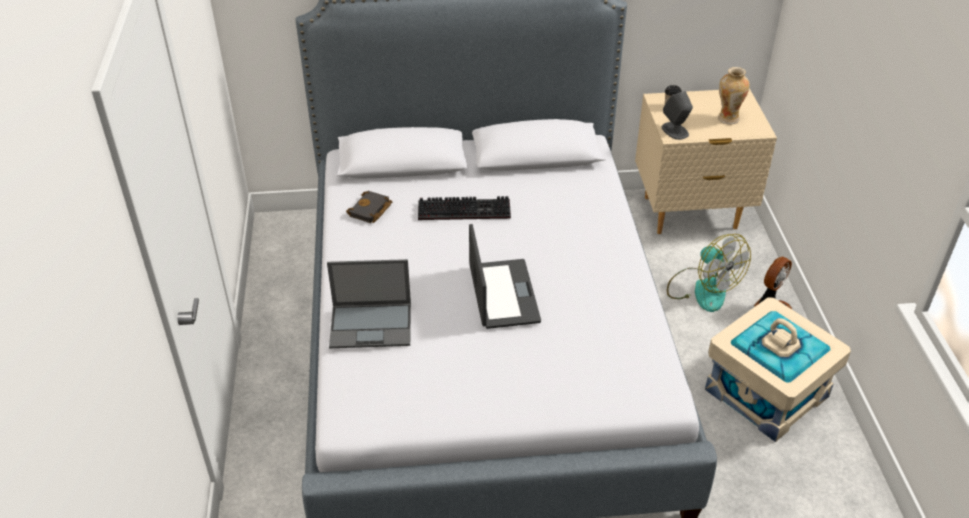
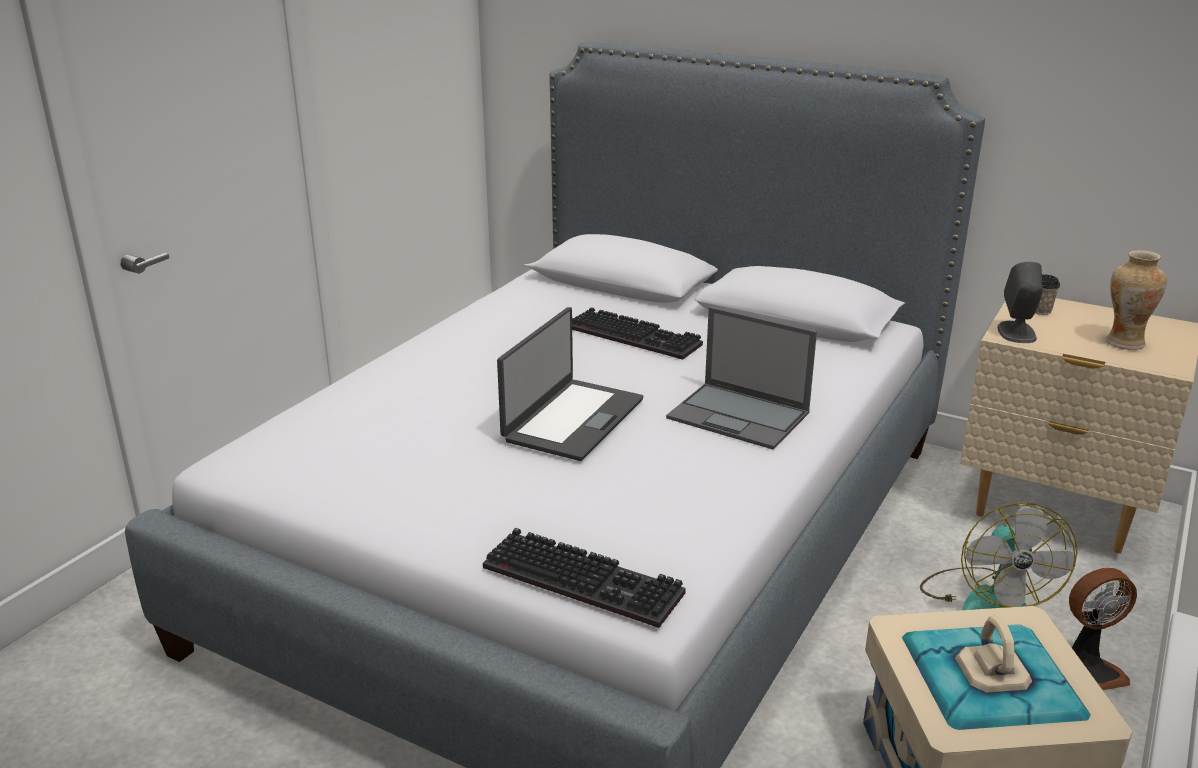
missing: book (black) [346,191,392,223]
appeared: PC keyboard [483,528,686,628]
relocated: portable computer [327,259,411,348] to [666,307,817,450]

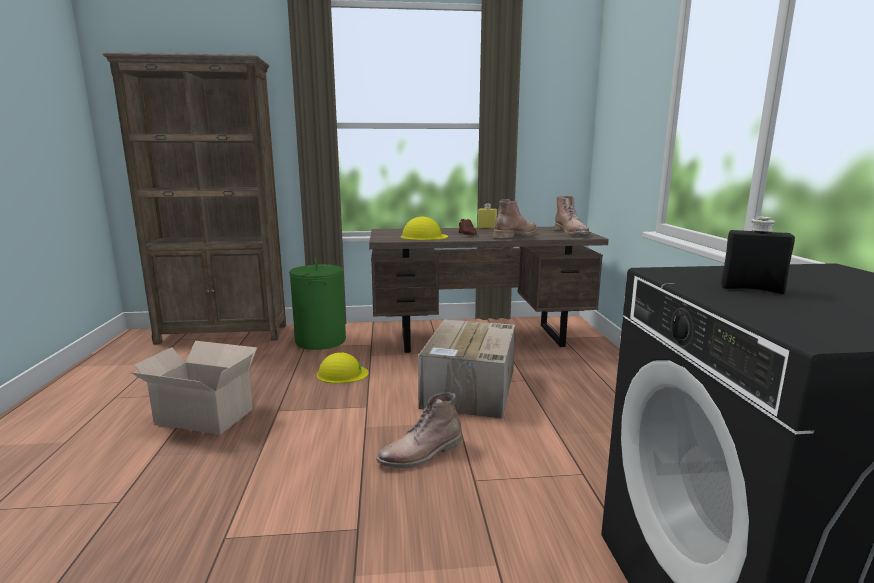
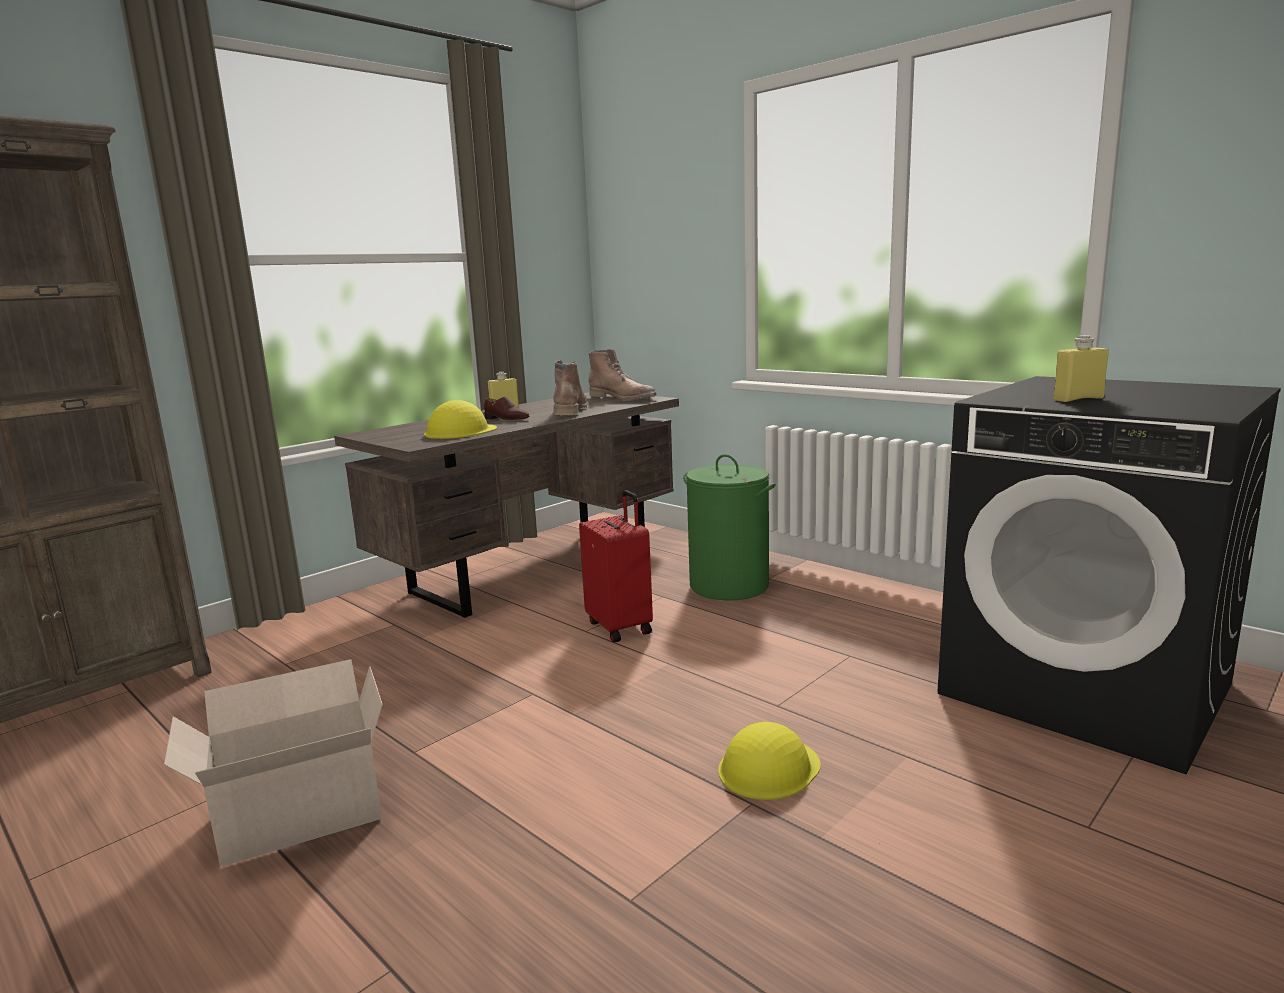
missing: high-top boot (brownish) [376,392,462,468]
relocated: washing basket (greenish) [289,258,346,350] to [683,454,776,600]; safety helmet (yellowish) [317,352,369,383] to [718,722,821,800]
exchanged: packing box [418,319,515,419] to piece of luggage (red-coloured) [579,490,653,642]
colour: bottle (black) [721,217,795,294] to bottle (yellowish) [1053,335,1109,402]

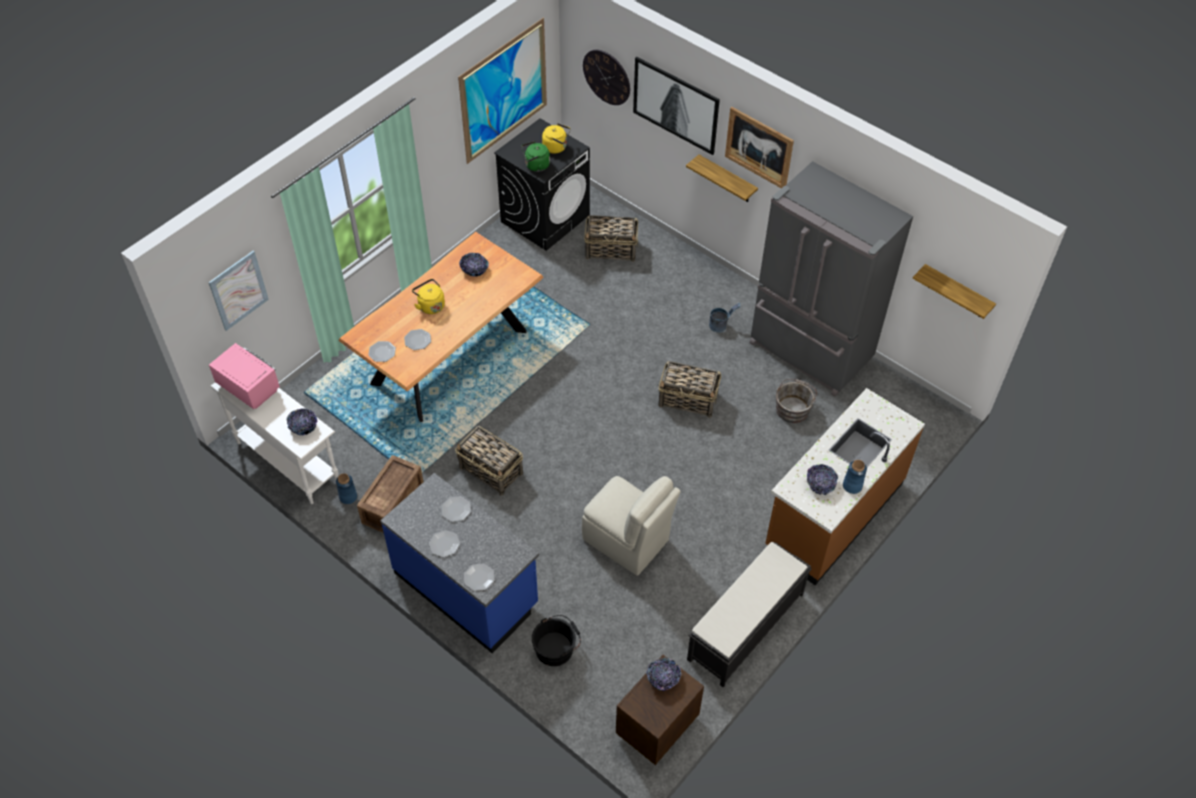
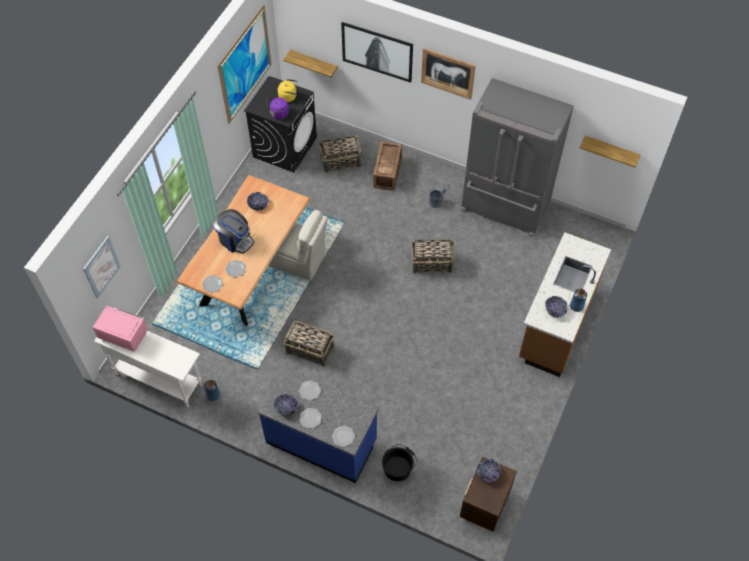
missing: clock on the wall [583,50,630,105]; bench (black) [687,542,812,688]; bucket (grey) [776,379,817,423]
relocated: serving bowl [287,408,317,435] to [273,394,298,416]; crate [357,455,423,533] to [373,141,402,191]; plain chair (sand-coloured) [582,476,681,576] to [269,210,328,281]; bracket shelf [686,155,758,202] to [283,50,338,77]
exchanged: water kettle (yellowish) [412,279,445,314] to coffee maker [214,209,254,253]
colour: water kettle (greenish) [521,141,550,172] to water kettle (purplish) [266,97,289,119]

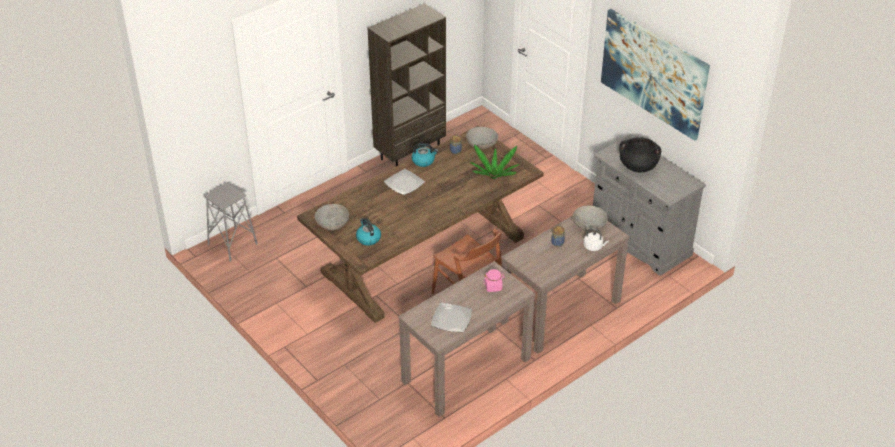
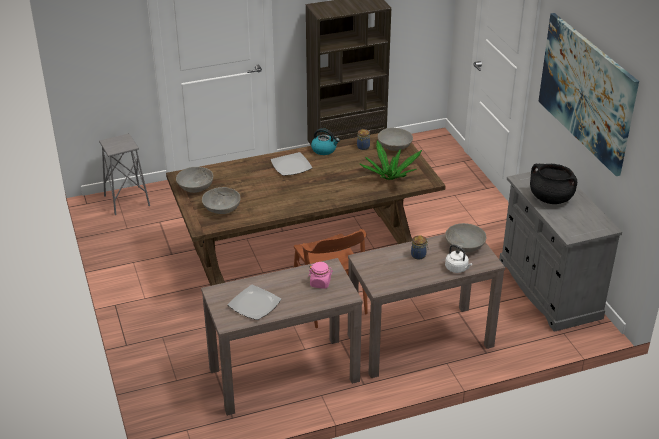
exchanged: water kettle [356,218,381,245] to serving bowl (grey) [202,187,241,214]

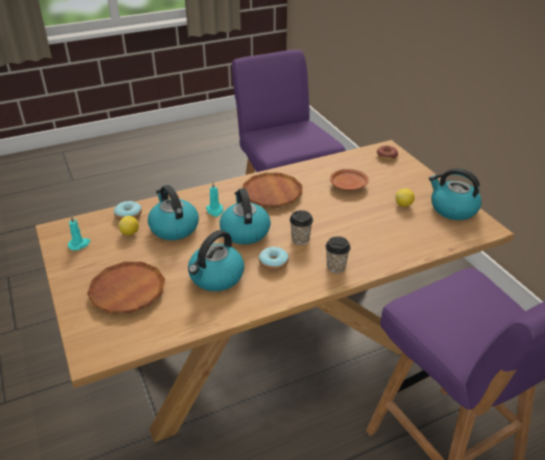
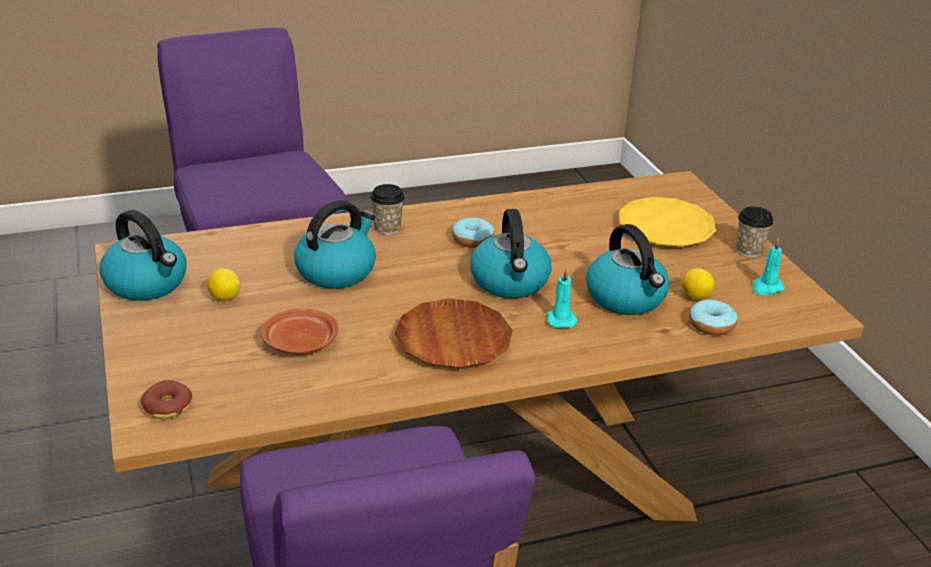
relocated: water kettle [188,230,244,291] to [294,200,376,289]; drinking cup [290,210,313,245] to [736,206,773,257]
colour: dinner plate (brownish) [87,262,165,313] to dinner plate (yellowish) [619,197,716,247]

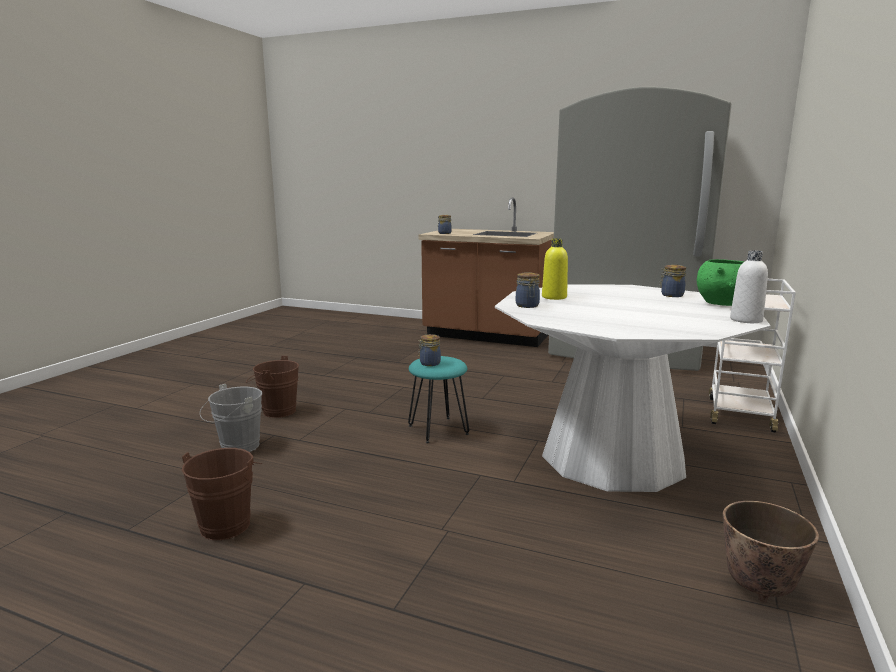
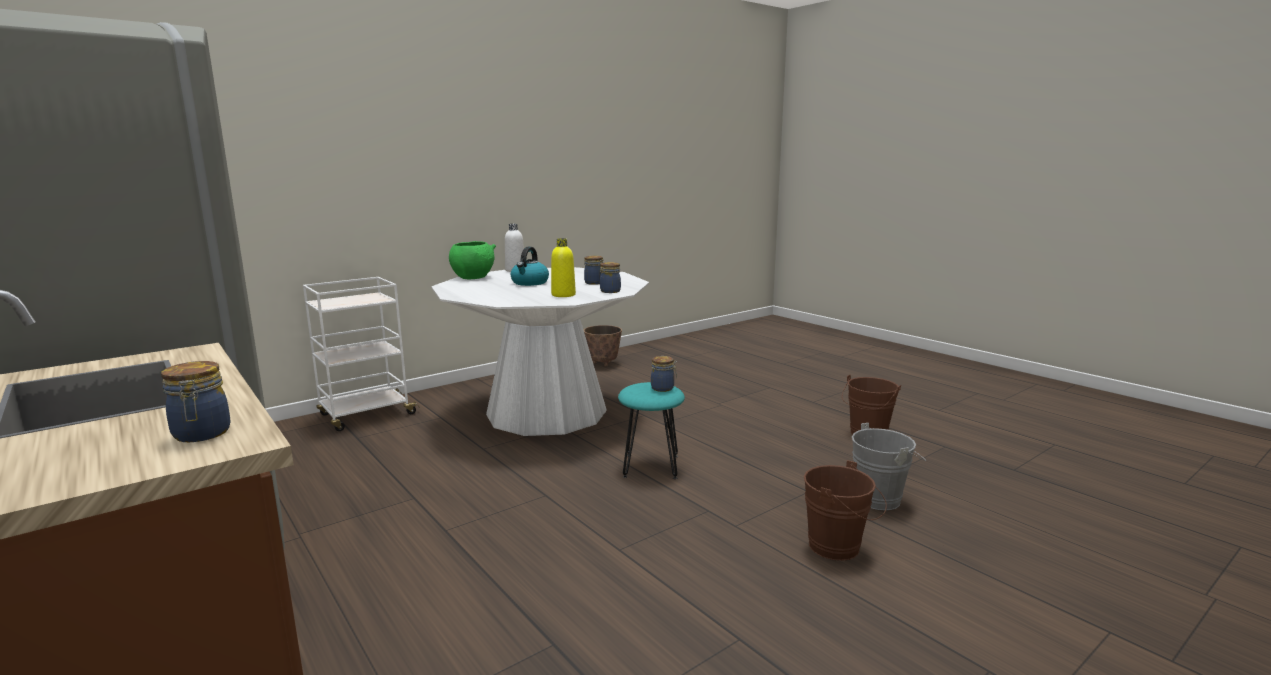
appeared: water kettle [511,247,549,286]
relocated: jar [660,265,686,297] to [584,255,603,285]

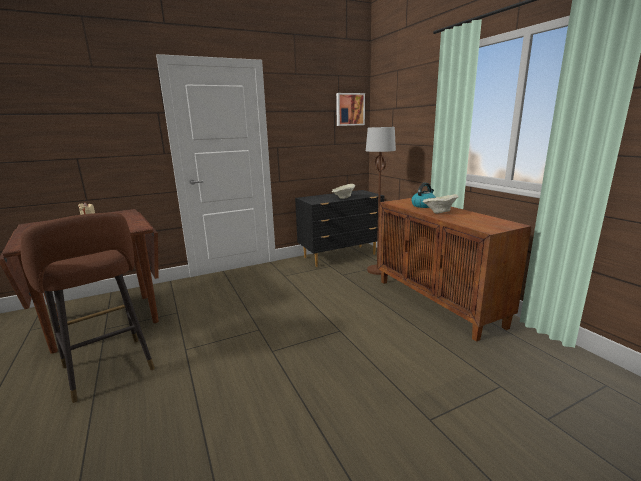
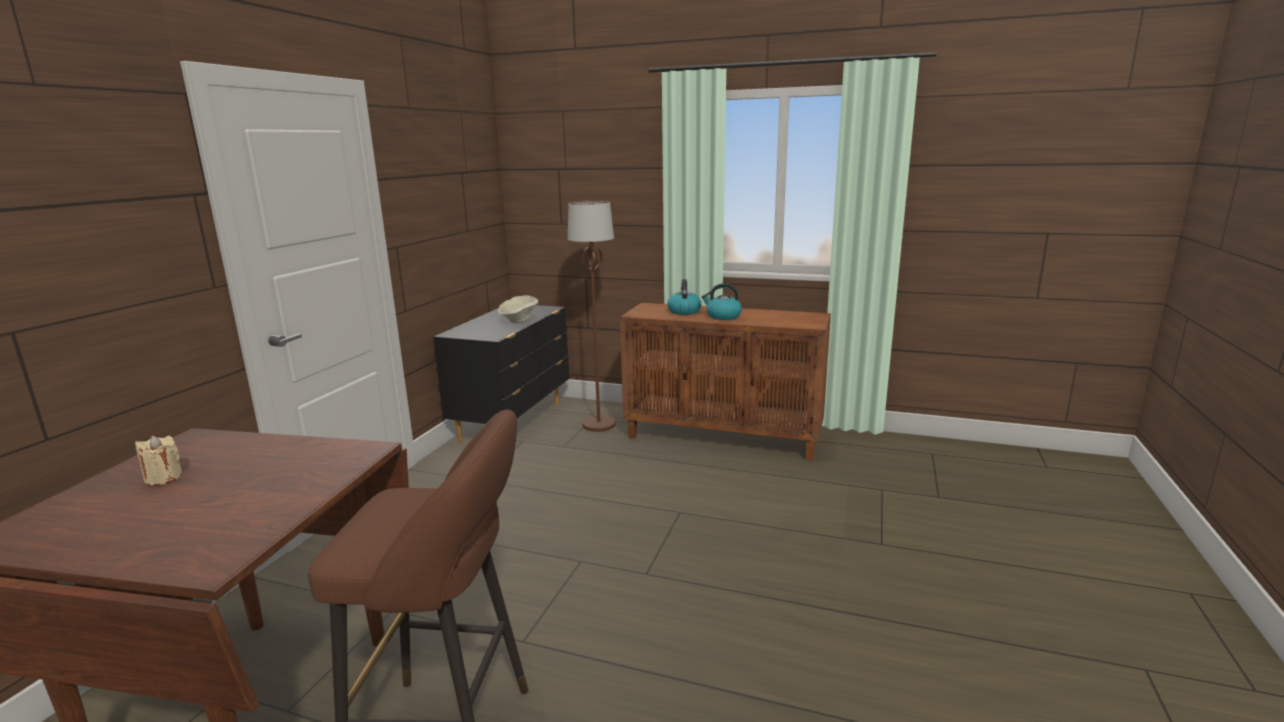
missing: wall art [336,93,365,126]
exchanged: serving bowl (sand-coloured) [423,194,459,213] to water kettle [701,283,742,320]

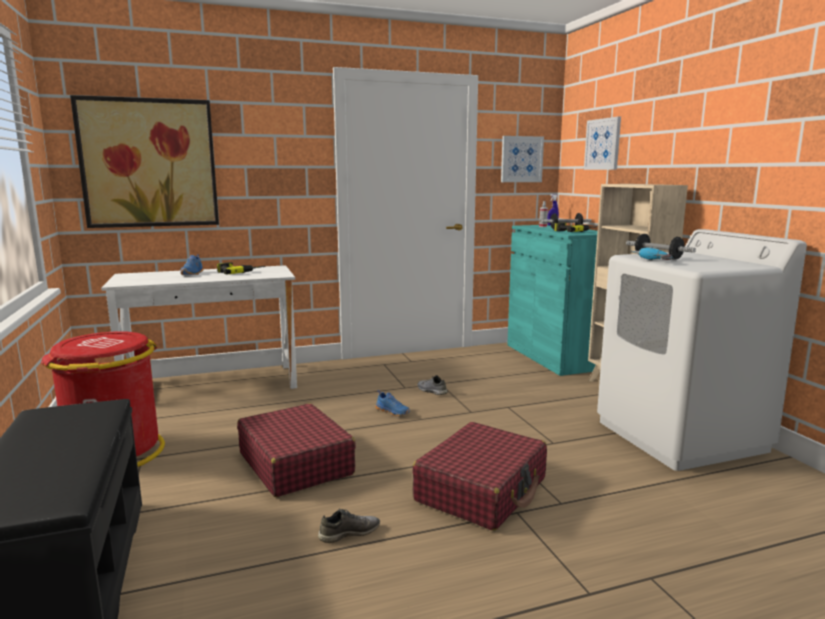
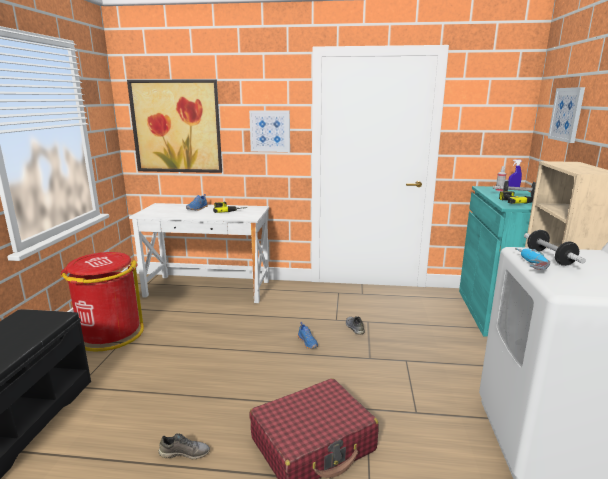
missing: piece of luggage (red-coloured) [237,403,356,497]
relocated: wall art [501,136,544,182] to [249,110,290,152]

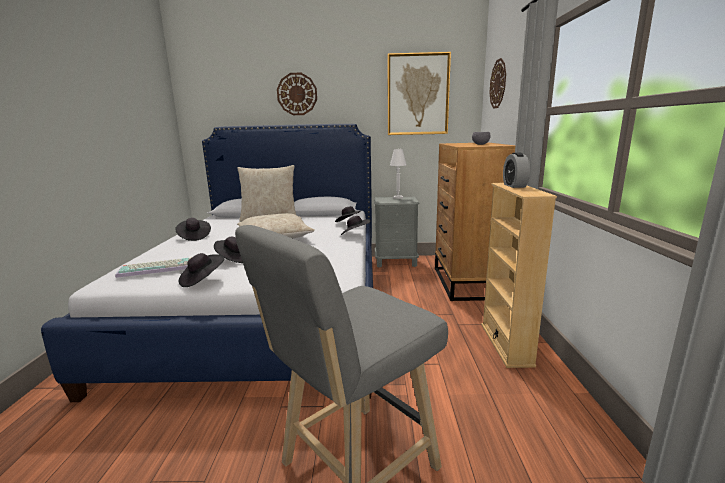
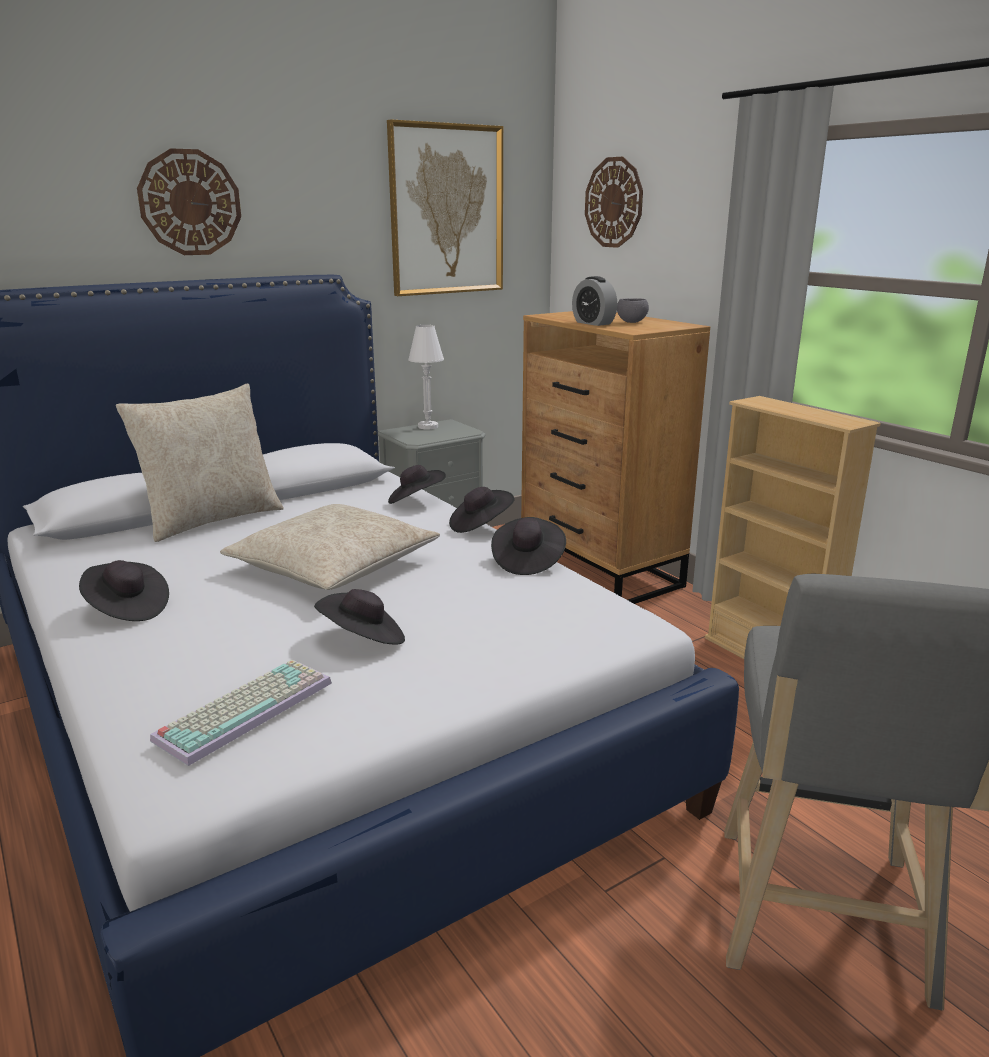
relocated: wearable hat (black) [179,253,224,287] to [491,517,566,575]; bedside clock [503,152,530,188] to [572,276,617,326]

